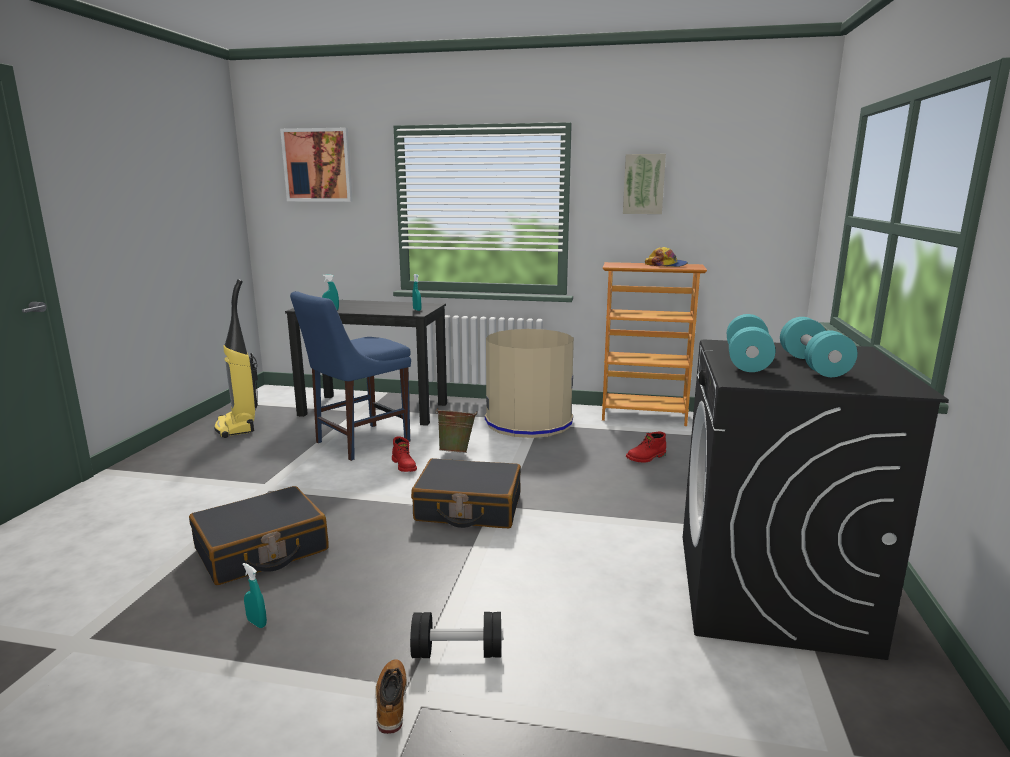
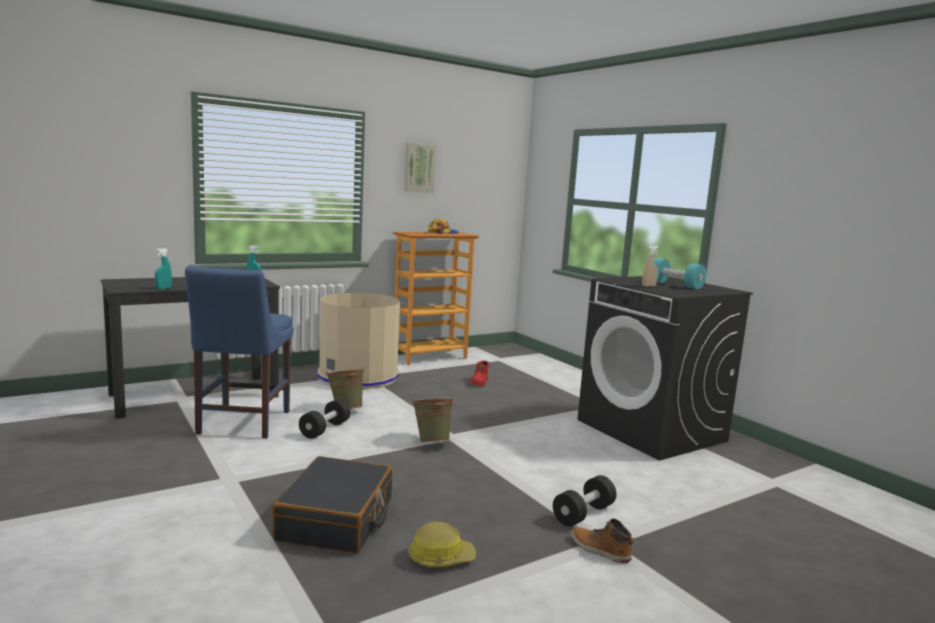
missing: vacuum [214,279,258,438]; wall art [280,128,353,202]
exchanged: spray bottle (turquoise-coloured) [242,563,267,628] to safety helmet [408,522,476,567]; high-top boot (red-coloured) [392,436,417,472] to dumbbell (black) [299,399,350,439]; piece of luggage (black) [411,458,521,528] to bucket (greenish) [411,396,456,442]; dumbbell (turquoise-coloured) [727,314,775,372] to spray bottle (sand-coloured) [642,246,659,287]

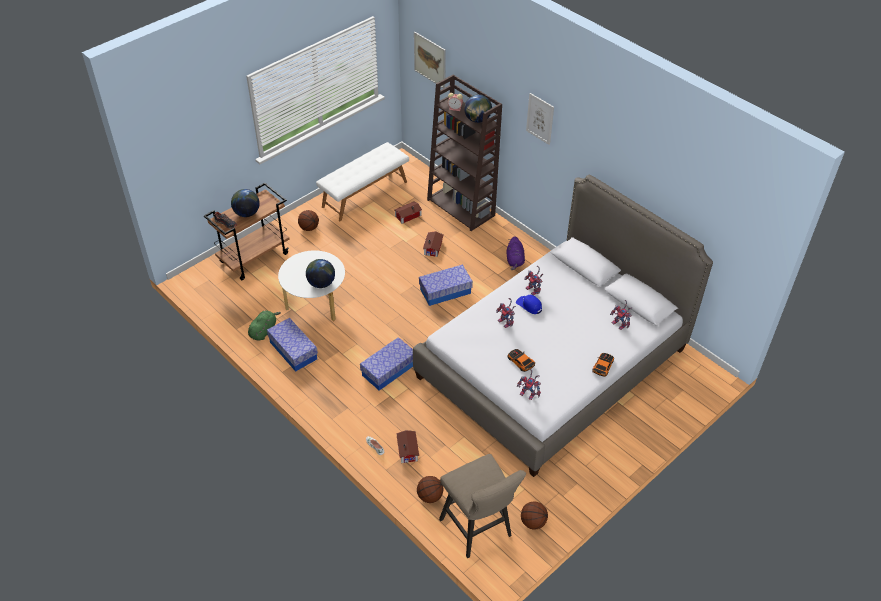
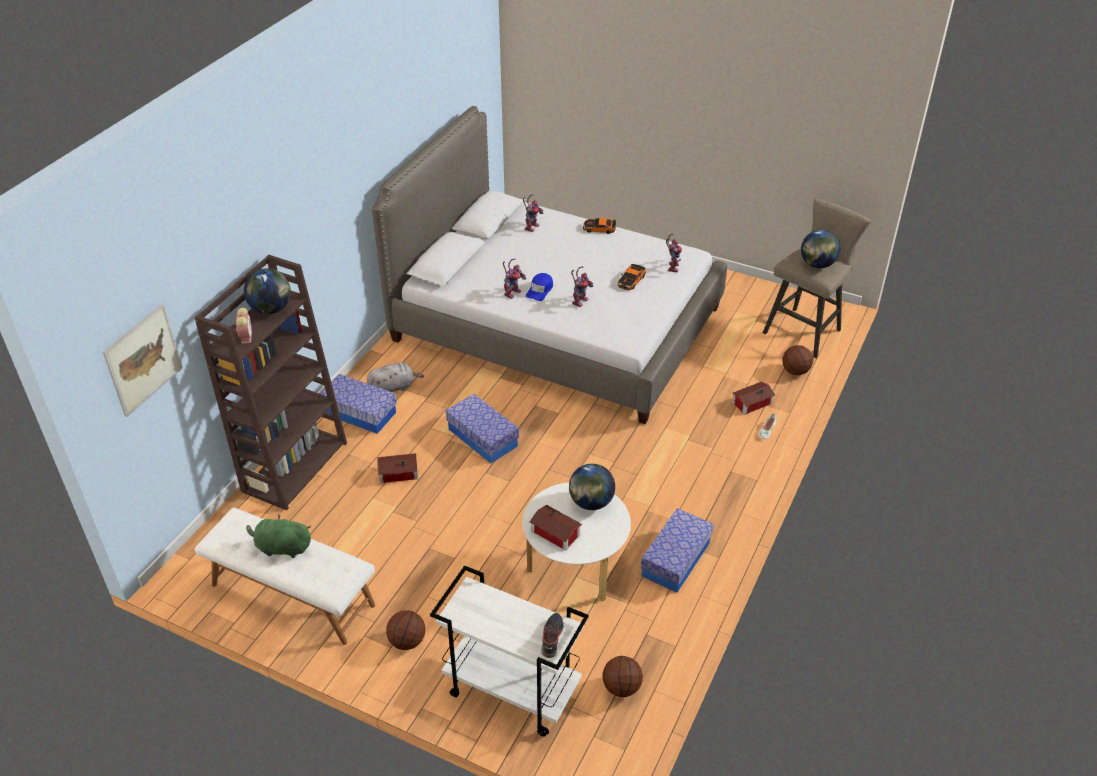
missing: wall art [526,93,554,145]
relocated: desk globe [231,189,260,217] to [801,230,840,268]; plush toy (greenish) [248,311,281,341] to [246,515,311,558]; storage box [360,337,413,391] to [320,374,397,434]; toy house [395,201,422,224] to [530,505,582,551]; ball for basketball [521,502,548,529] to [602,656,643,697]
colour: trolley (brownish) [204,183,289,280] to trolley (whitish) [430,565,589,737]; plush toy (purplish) [507,236,525,270] to plush toy (grey) [367,362,424,392]

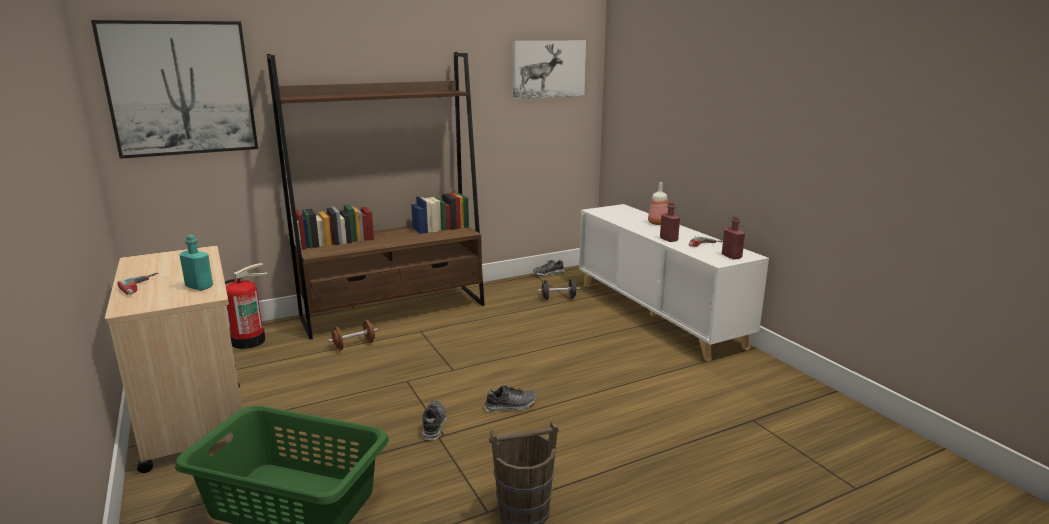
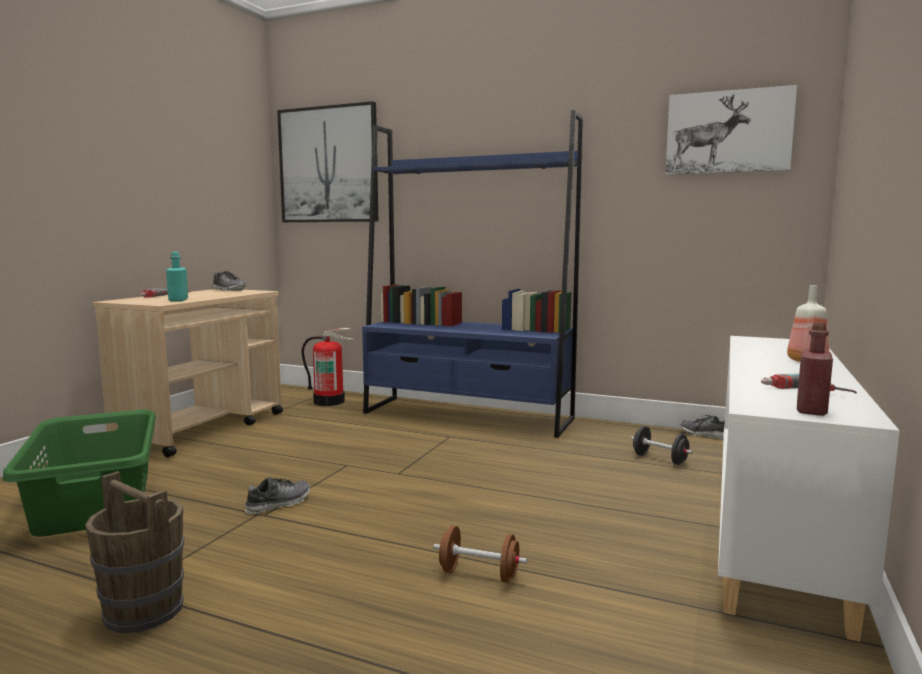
missing: bottle (red-coloured) [660,202,680,242]
relocated: dumbbell (brownish) [328,320,378,351] to [433,526,527,583]; shoe [485,385,536,412] to [212,271,246,291]
colour: shelving unit (brownish) [267,52,485,340] to shelving unit (blue-coloured) [362,110,583,438]

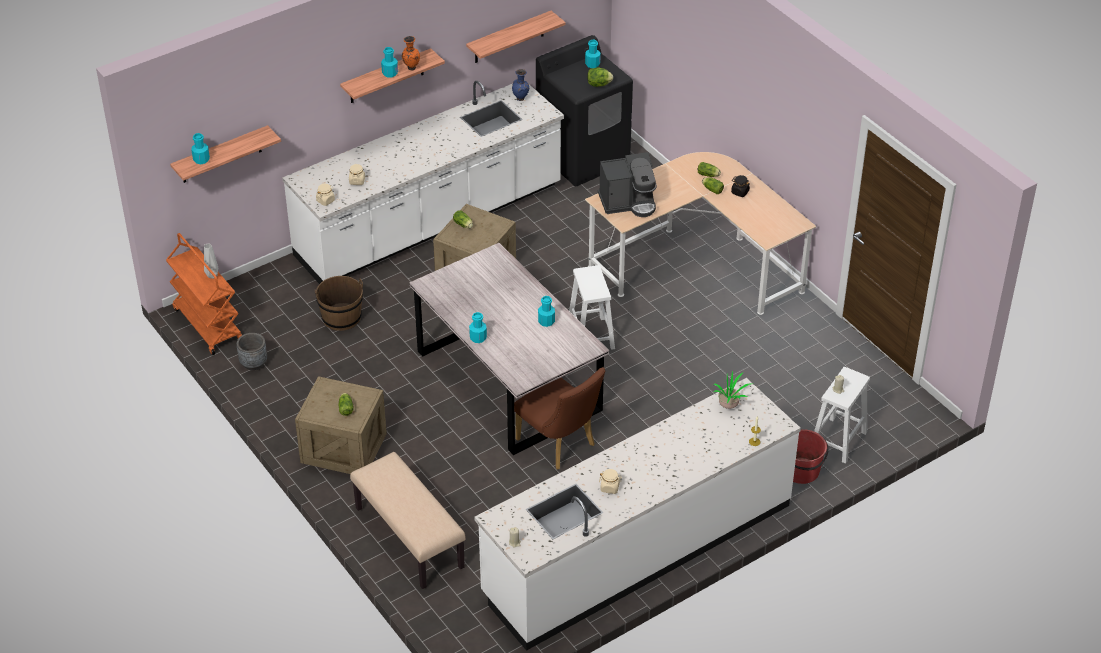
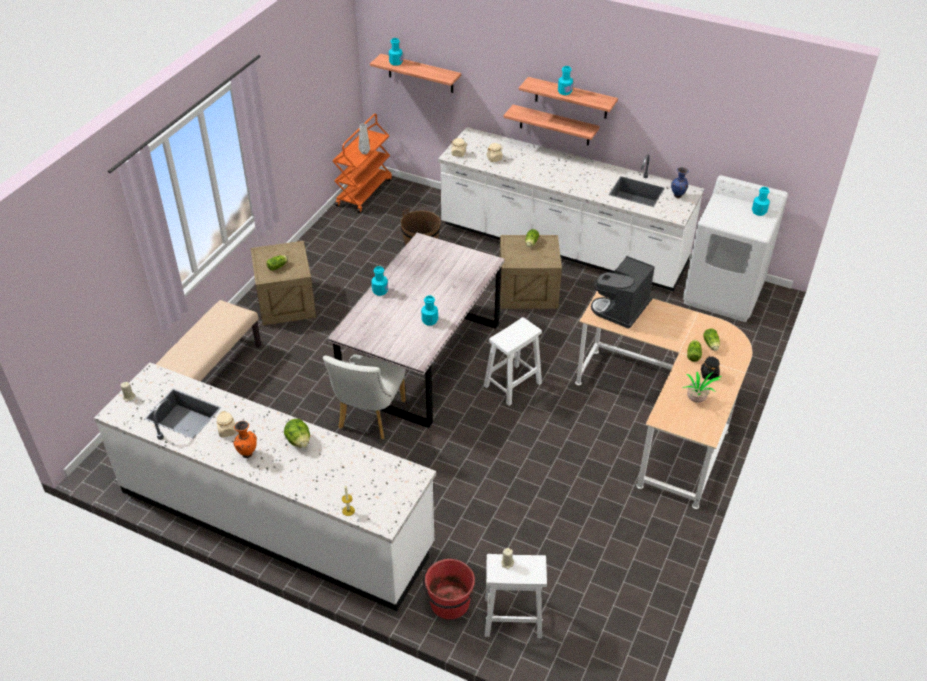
missing: planter (grey) [237,333,267,370]
relocated: flower vase (orangey) [402,36,420,71] to [233,421,257,458]; bracket shelf [466,11,566,63] to [503,105,600,146]; lettuce head [587,67,613,87] to [284,419,310,448]; plant in a pot [714,371,753,409] to [682,372,721,403]
colour: plain chair (brownish) [514,367,605,470] to plain chair (whitish) [323,354,406,439]; laundry appliance (black) [536,35,633,186] to laundry appliance (whitish) [683,175,788,322]
spun: coffee maker [598,152,657,217] = [591,256,655,329] 75 degrees clockwise

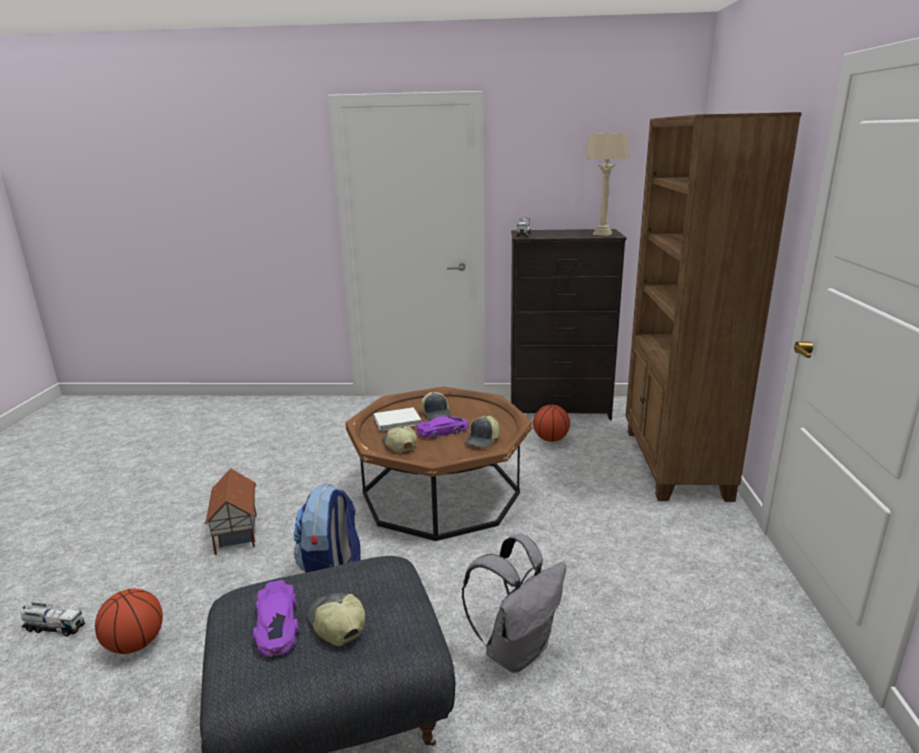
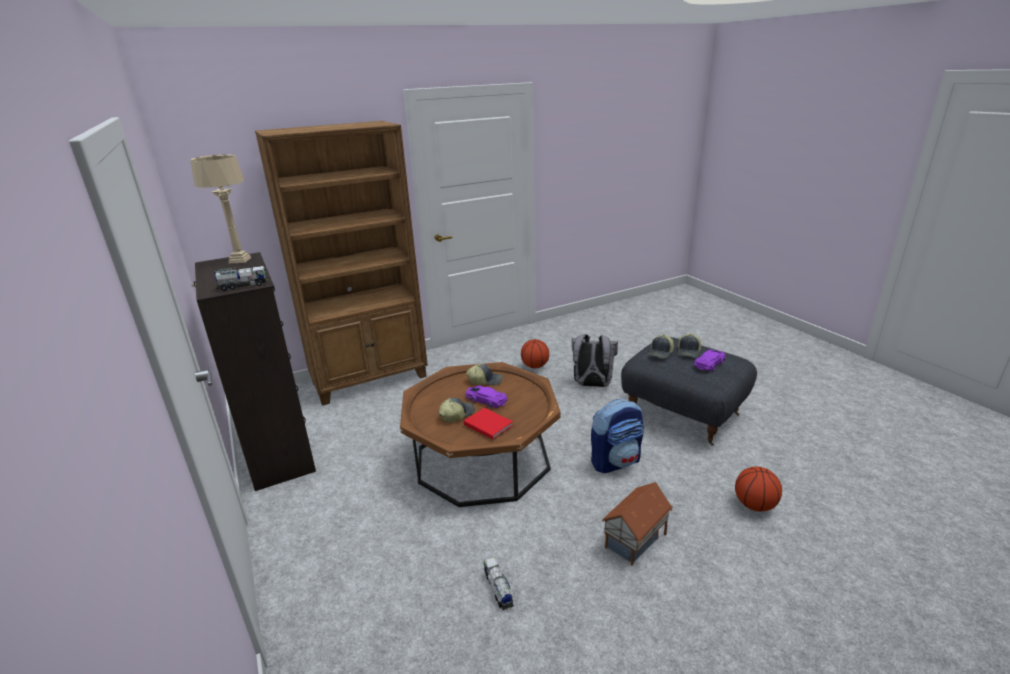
relocated: toy lorry [21,602,85,637] to [484,557,514,610]; cap [382,424,417,453] to [648,335,674,359]; ball for basketball [533,405,570,442] to [521,339,549,368]
colour: book (whitish) [374,407,421,431] to book (red-coloured) [464,408,513,440]

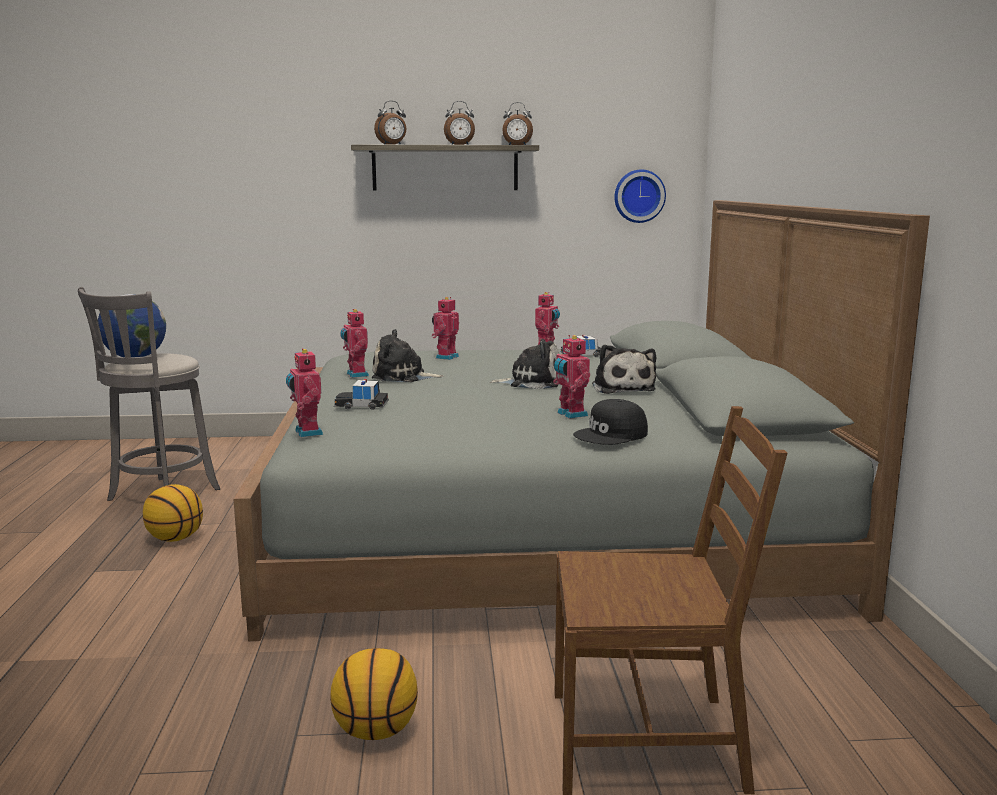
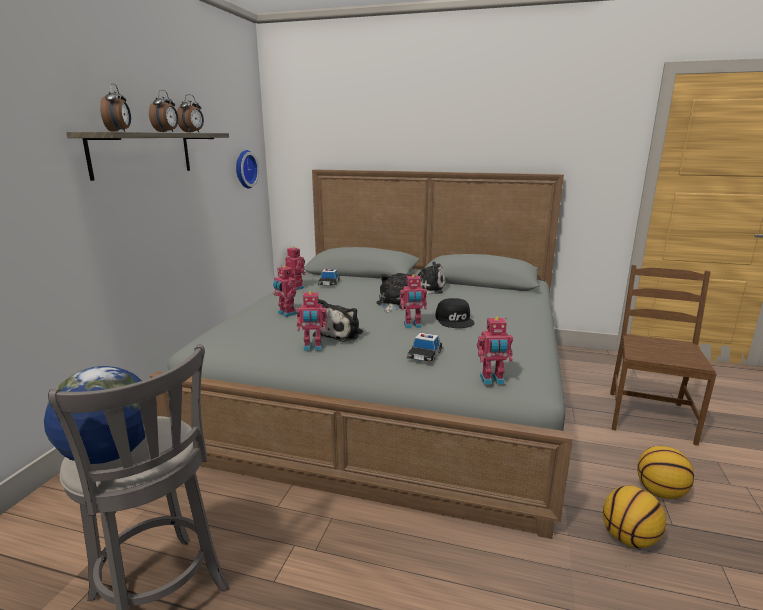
relocated: ball for basketball [143,484,203,542] to [603,486,666,549]; toy robot [553,335,590,419] to [400,274,427,328]; cap (black) [573,399,648,445] to [436,298,475,328]

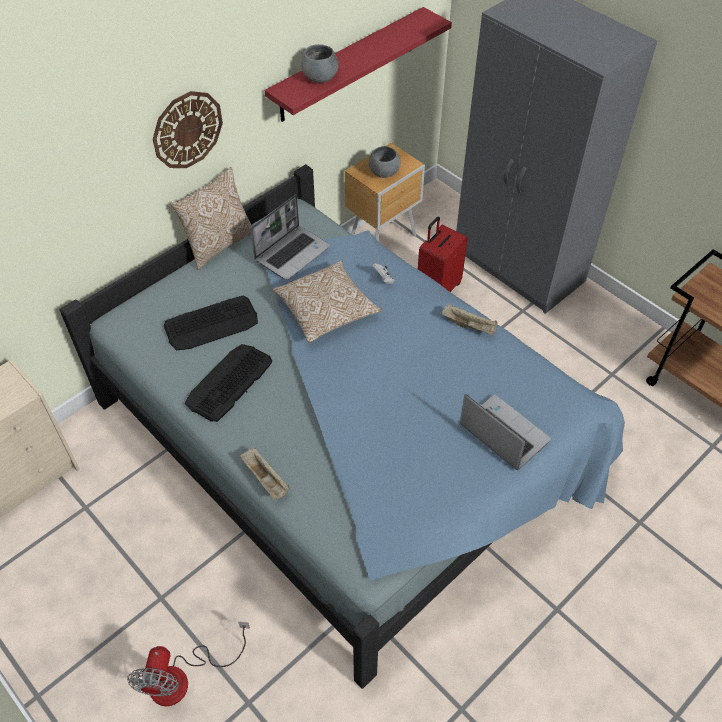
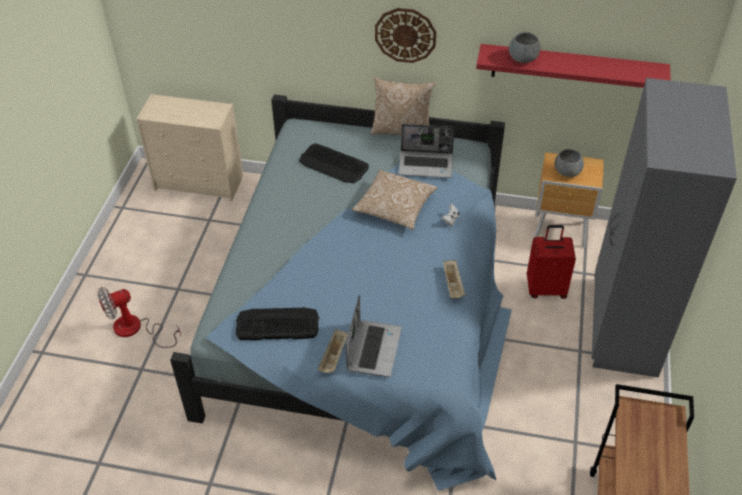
relocated: PC keyboard [185,344,272,422] to [236,307,319,340]; serving tray (sand-coloured) [240,448,290,501] to [318,329,348,373]

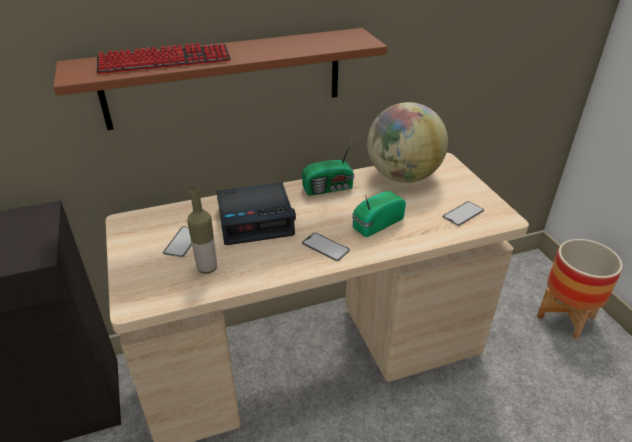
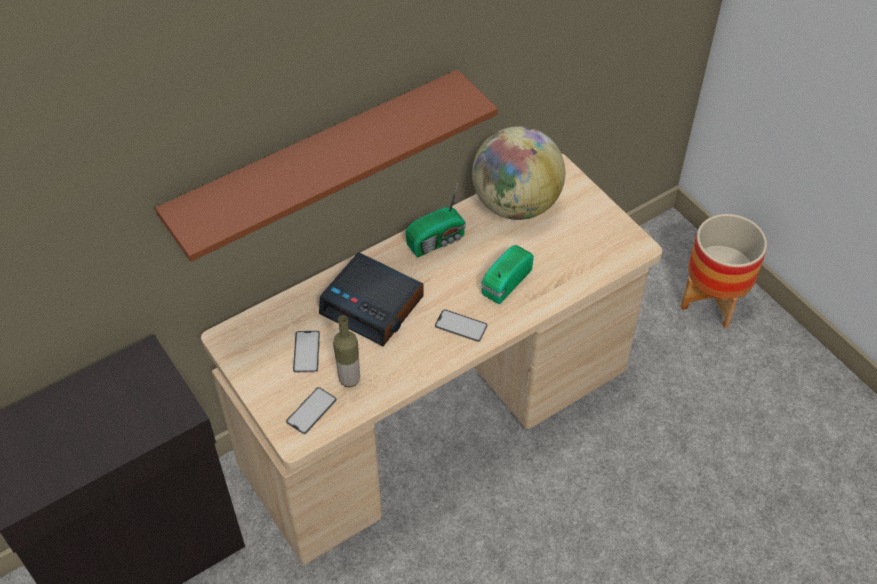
missing: PC keyboard [96,43,231,74]
relocated: phone [443,201,484,226] to [286,387,337,434]
spun: bedside clock [216,182,296,245] = [319,252,424,346] 60 degrees clockwise

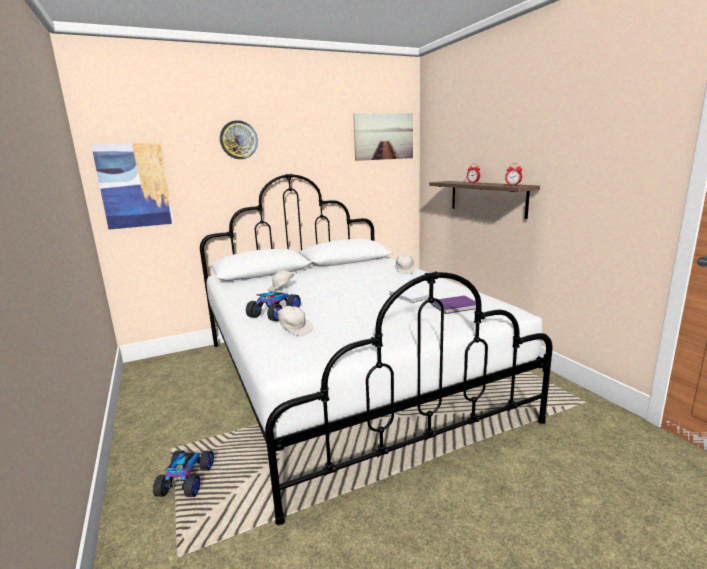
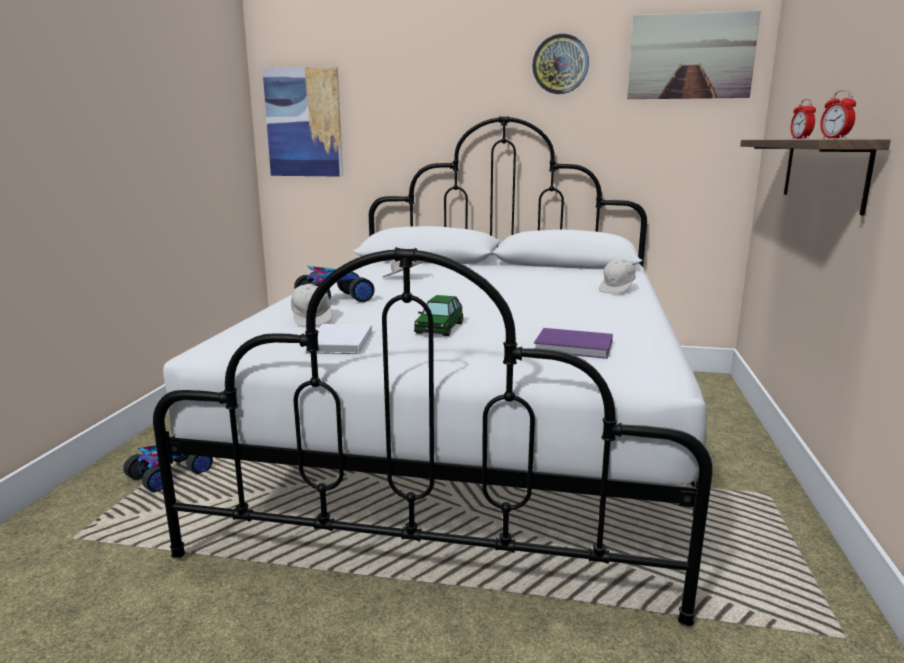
appeared: toy car [414,295,463,336]
relocated: clock on the wall [220,120,258,159] to [532,34,589,94]; book (whitish) [389,287,429,303] to [305,324,372,354]

